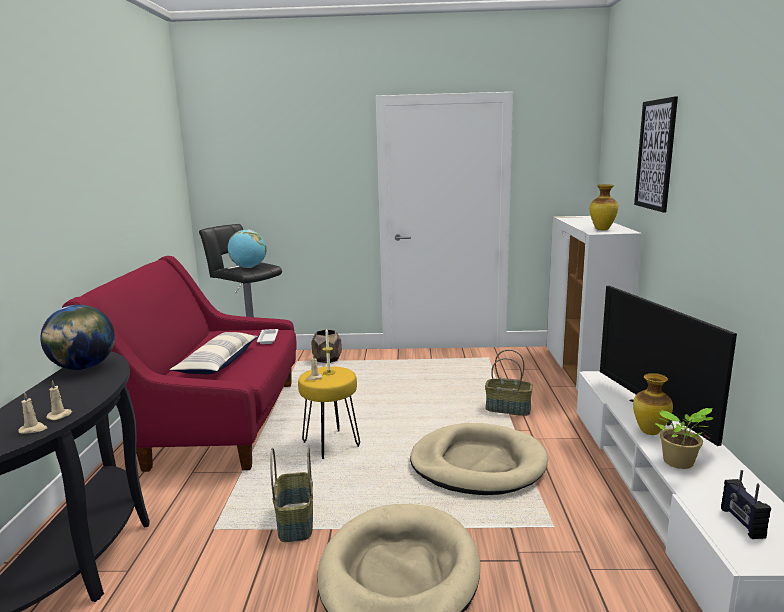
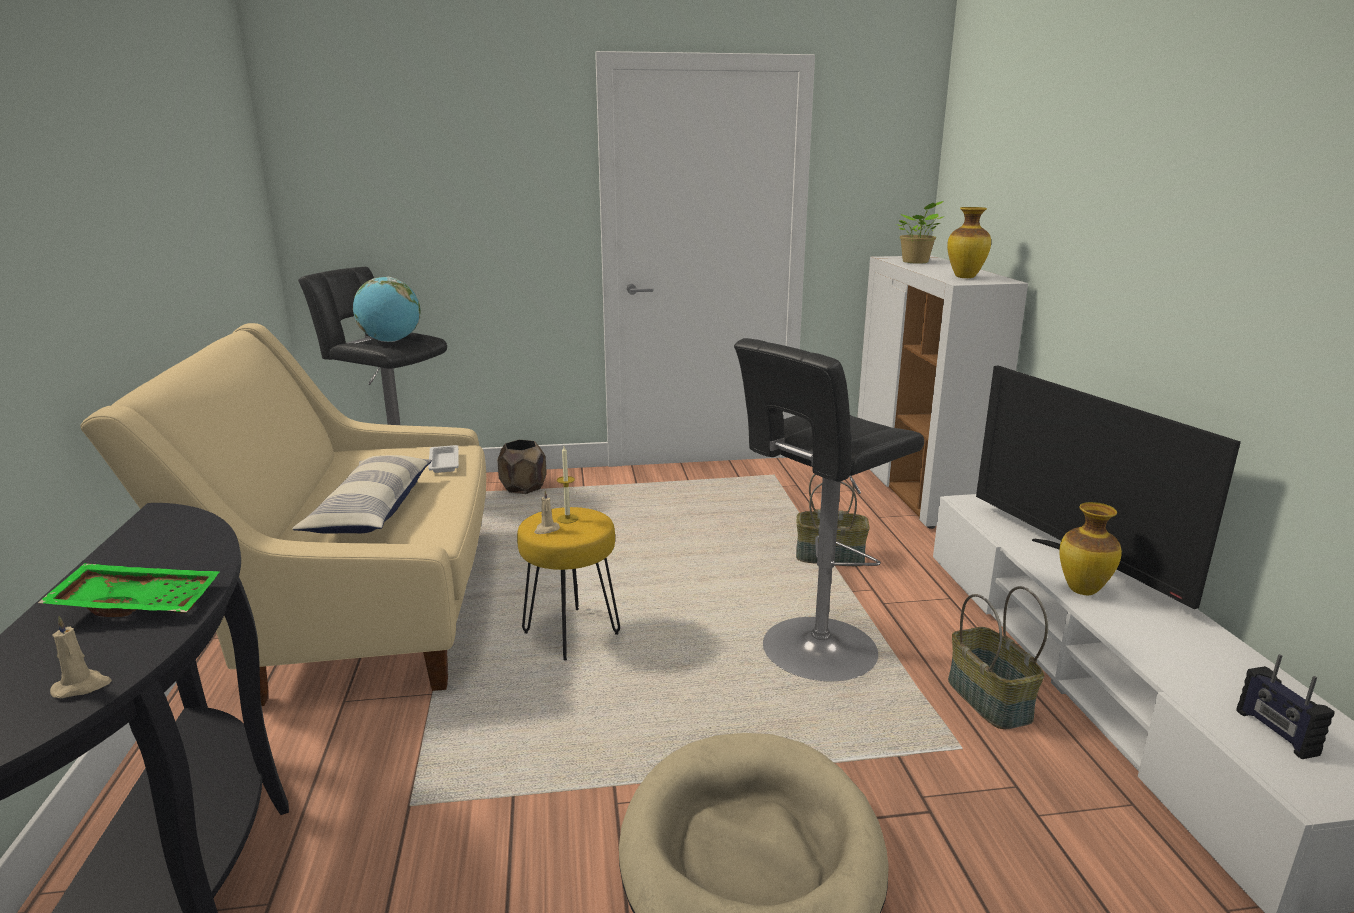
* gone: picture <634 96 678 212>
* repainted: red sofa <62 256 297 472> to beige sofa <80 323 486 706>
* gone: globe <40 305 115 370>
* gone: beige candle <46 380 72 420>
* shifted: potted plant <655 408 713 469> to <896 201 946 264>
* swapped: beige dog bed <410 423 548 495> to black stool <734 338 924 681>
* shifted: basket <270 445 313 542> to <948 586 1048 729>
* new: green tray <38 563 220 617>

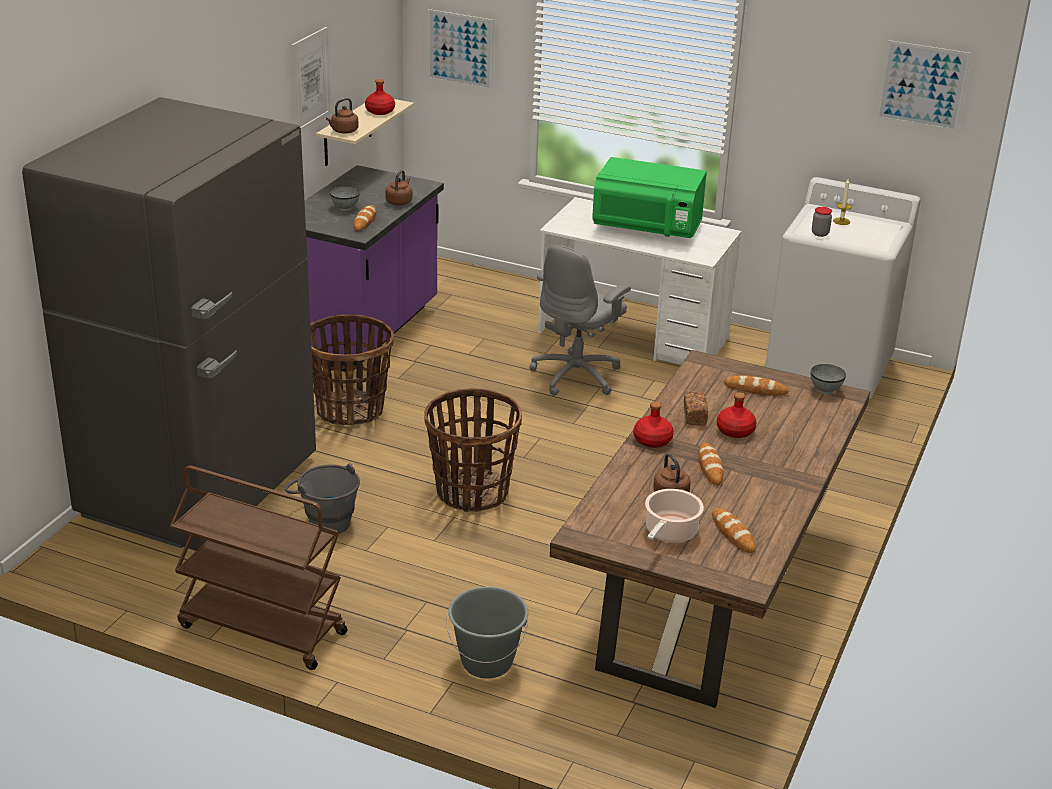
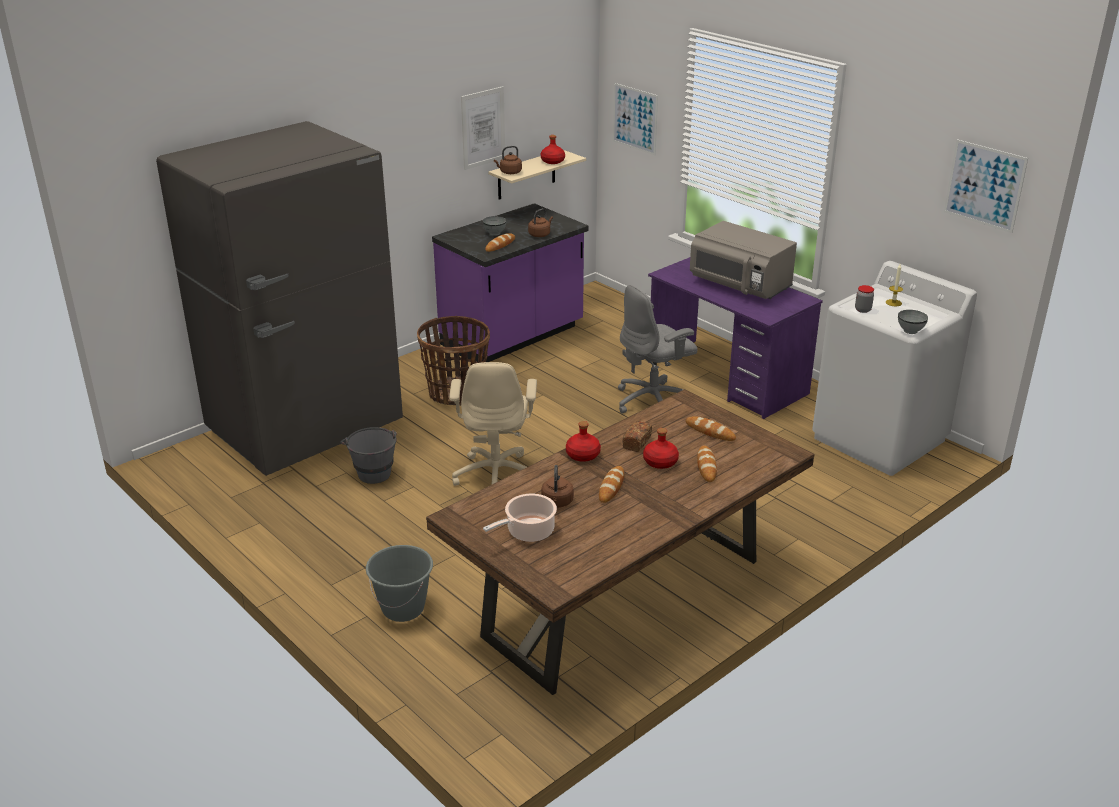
* repainted: green microwave <592 157 707 238> to grey microwave <690 221 797 299>
* repainted: white desk <538 197 742 365> to purple desk <648 257 823 419>
* shifted: grey bowl <811 364 846 394> to <898 310 928 334>
* swapped: basket <424 388 522 512> to beige office chair <449 362 537 486>
* gone: brown cart <170 465 348 670>
* shifted: bread <712 508 756 553> to <697 445 717 482>

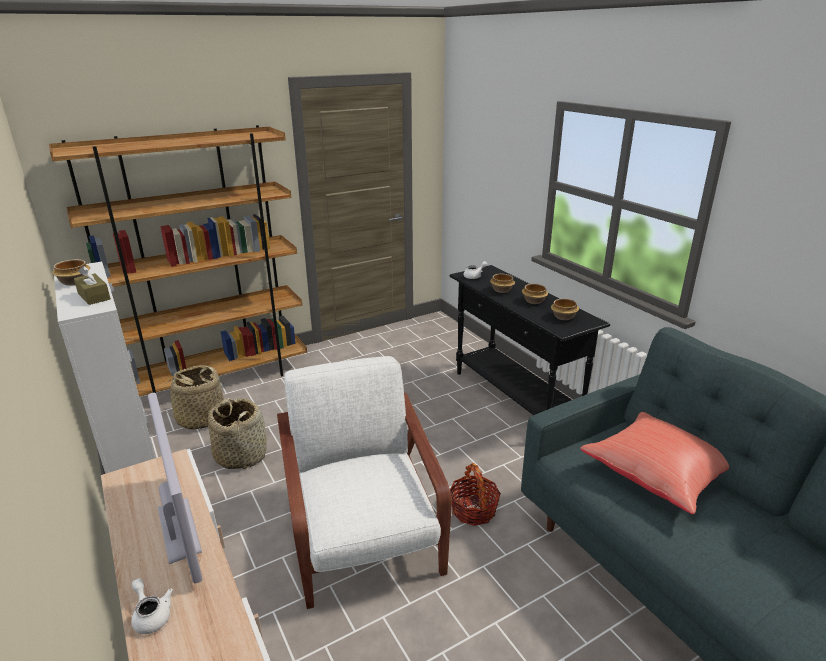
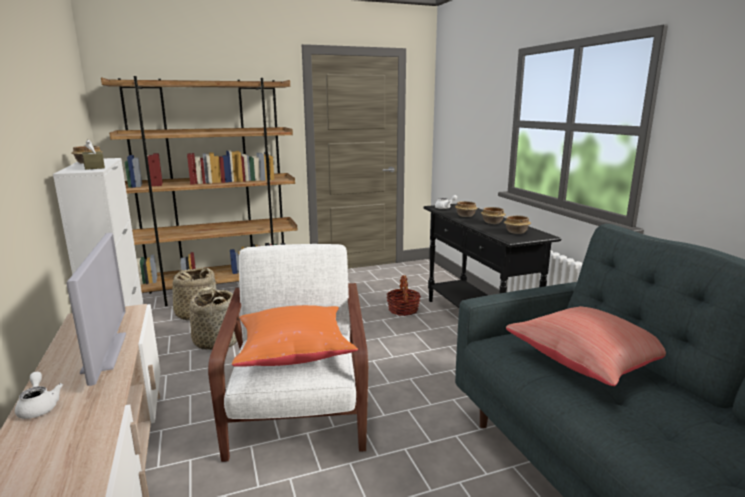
* shifted: basket <450 463 501 526> to <386 275 421 316>
* new: orange pillow <232 305 358 367>

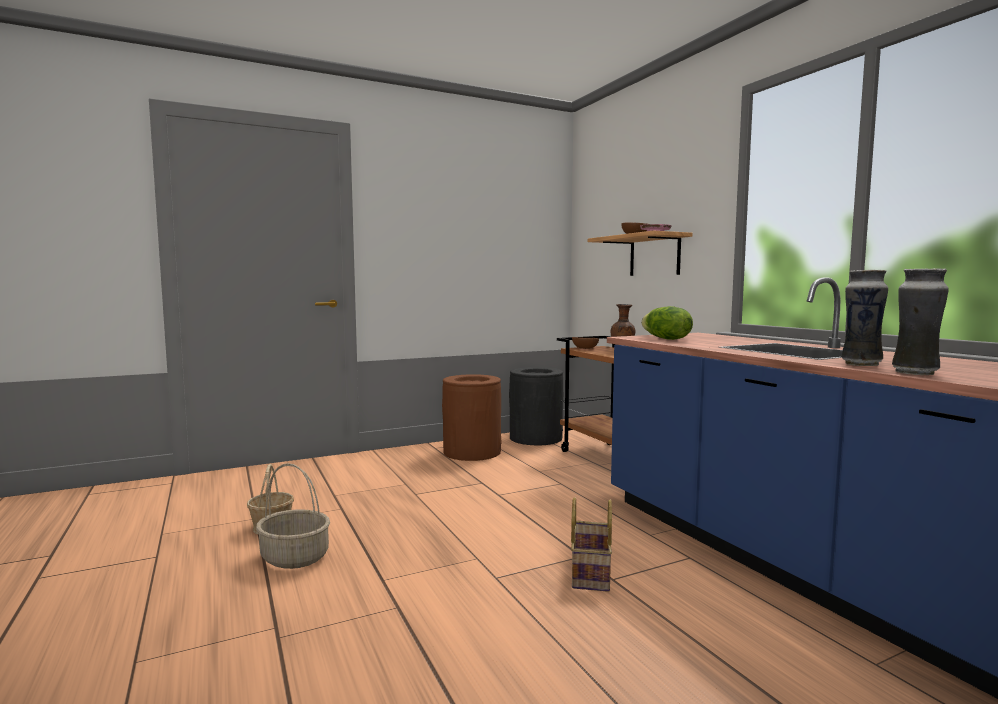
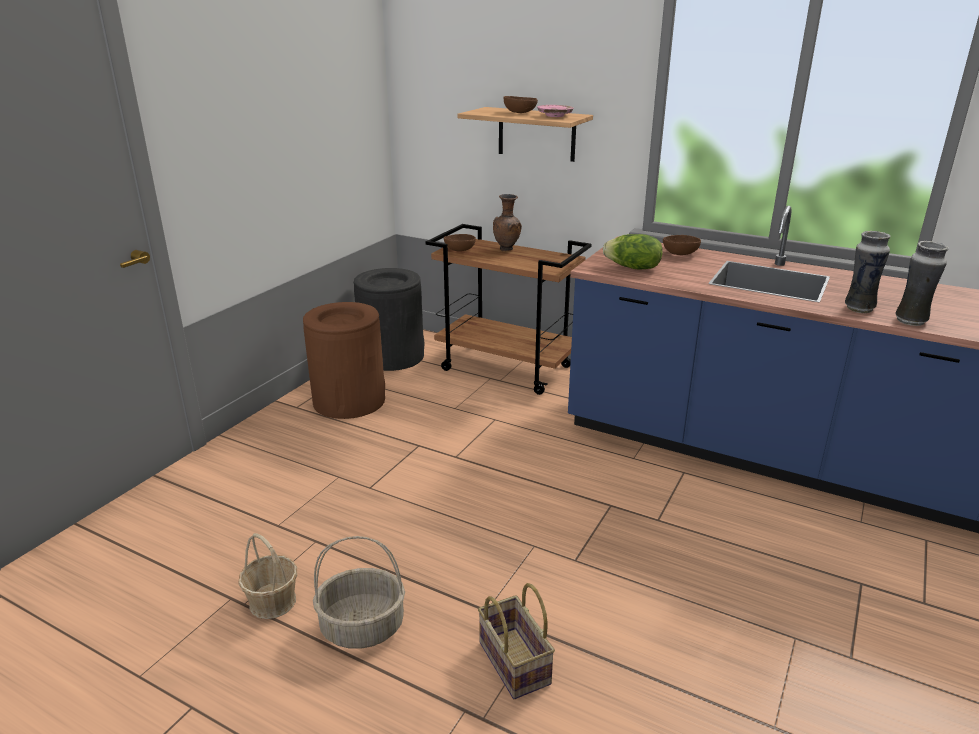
* shifted: basket <571 497 612 592> to <478 583 555 699>
* new: brown bowl <663 235 701 255>

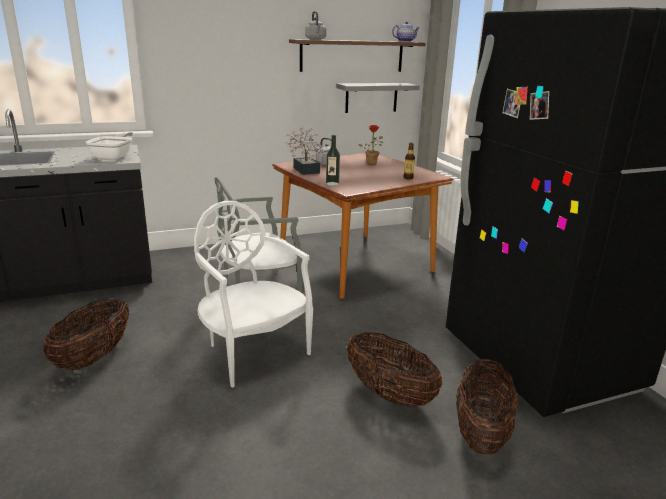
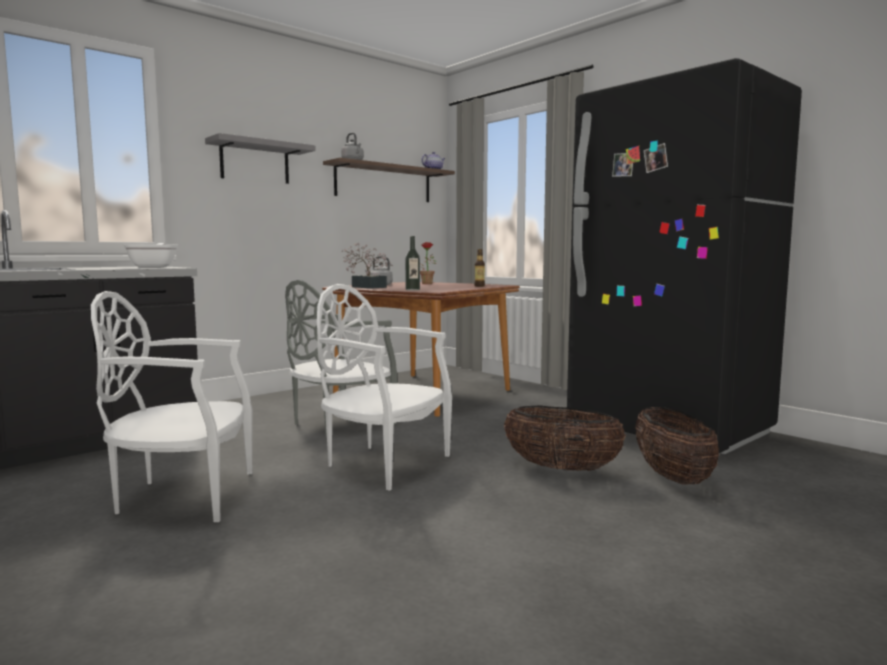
* shifted: grey shelf <336 83 420 113> to <205 133 316 184>
* swapped: basket <43 298 129 370> to white chair <91 291 253 522>

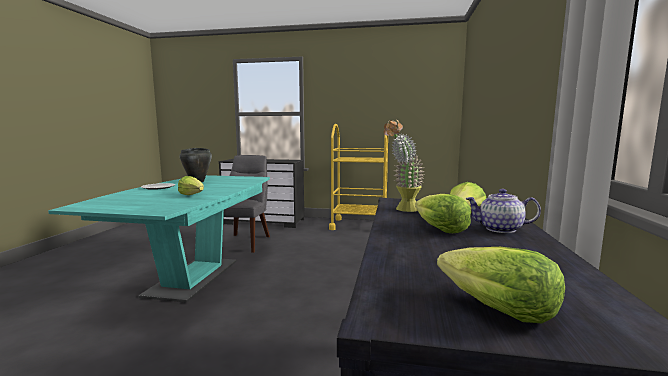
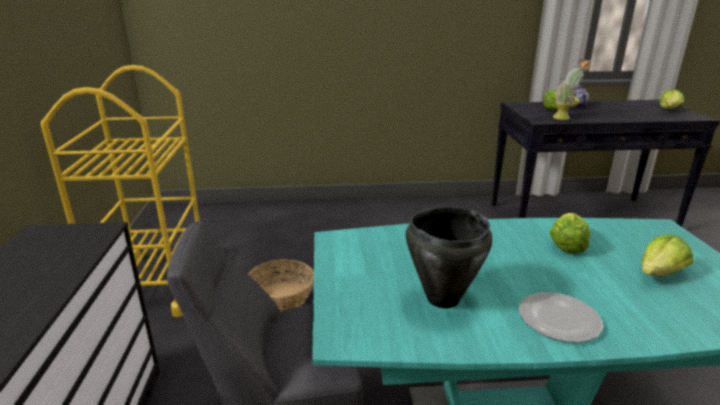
* shifted: lettuce <415 194 471 233> to <641 235 693 276>
* new: basket <248 259 314 312>

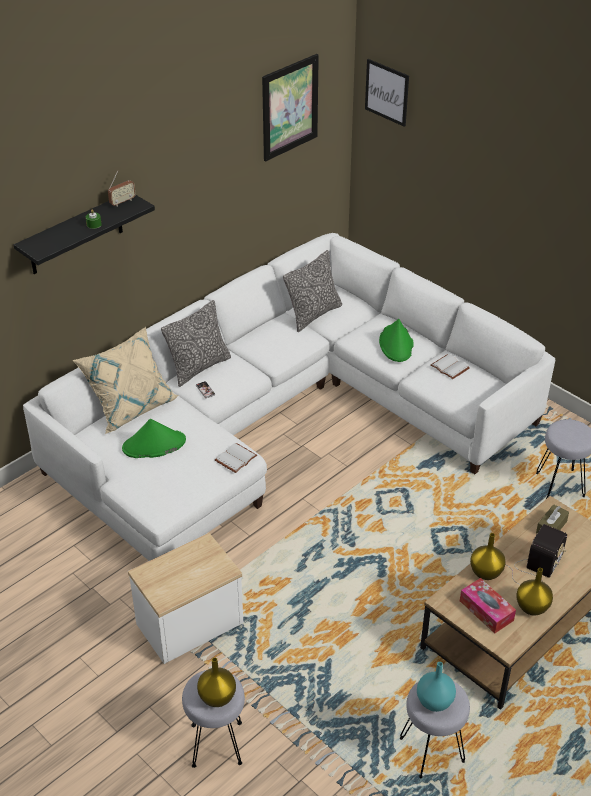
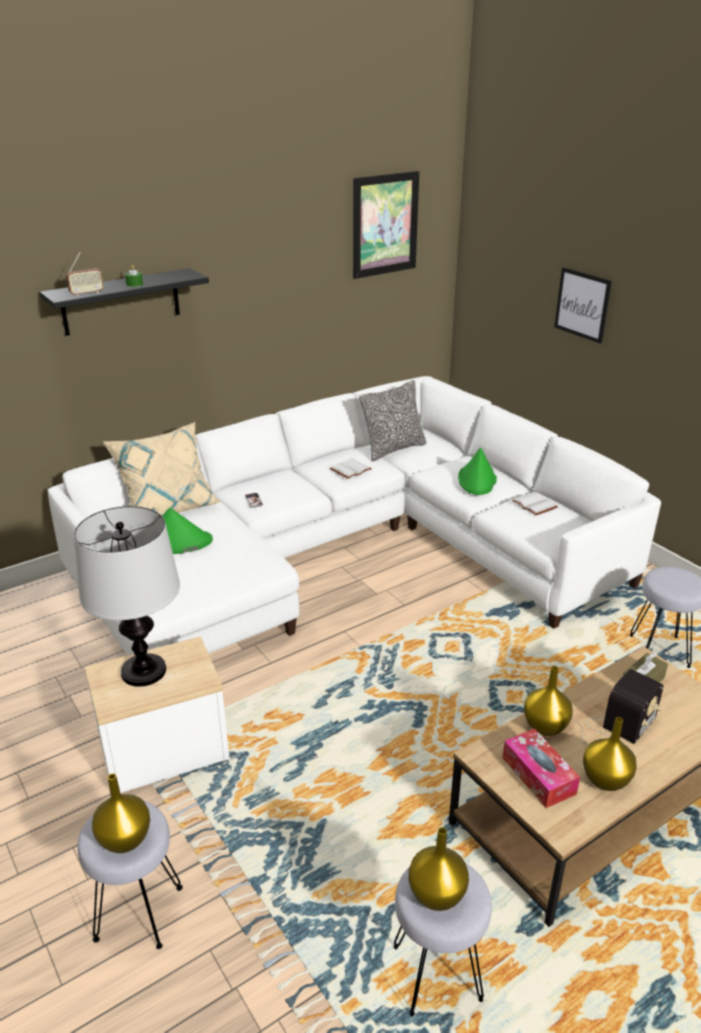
* shifted: picture <365 59 409 127> to <554 267 612 344>
* shifted: radio <108 170 136 207> to <66 252 104 297>
* gone: pillow <161 300 231 387>
* shifted: white book <215 443 257 473> to <330 458 372 479>
* repainted: turquoise vase <417 662 456 712> to yellow vase <409 827 469 911>
* new: table lamp <74 506 180 687>

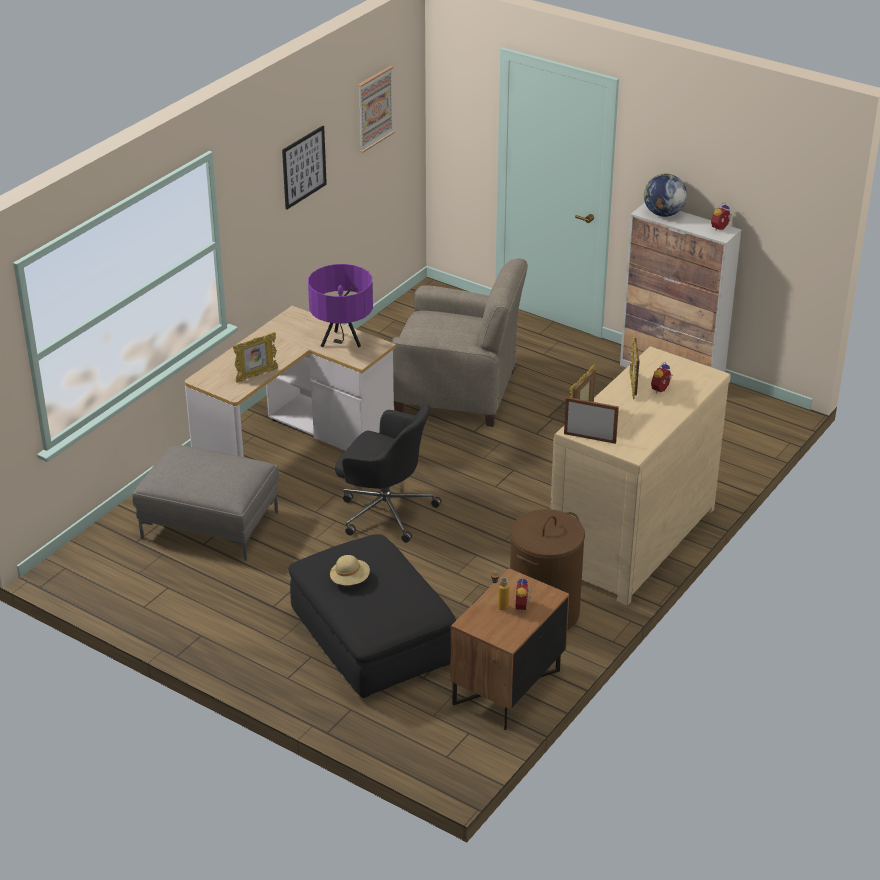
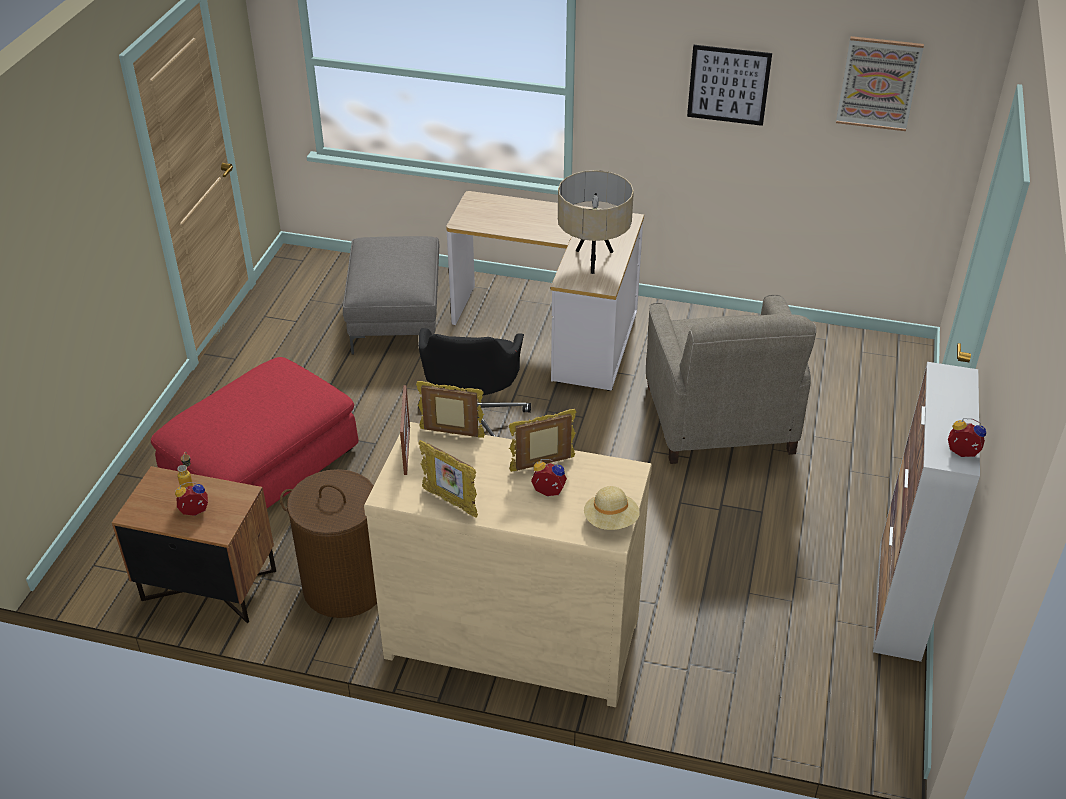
* gone: globe <644 174 687 217>
* repainted: purple table lamp <308 264 373 347> to beige table lamp <558 170 634 274>
* shifted: picture frame <233 332 278 383> to <419 440 478 518>
* repainted: black ottoman <288 534 456 698> to red ottoman <151 357 358 508>
* shifted: beige hat <330 555 370 585> to <584 486 640 530>

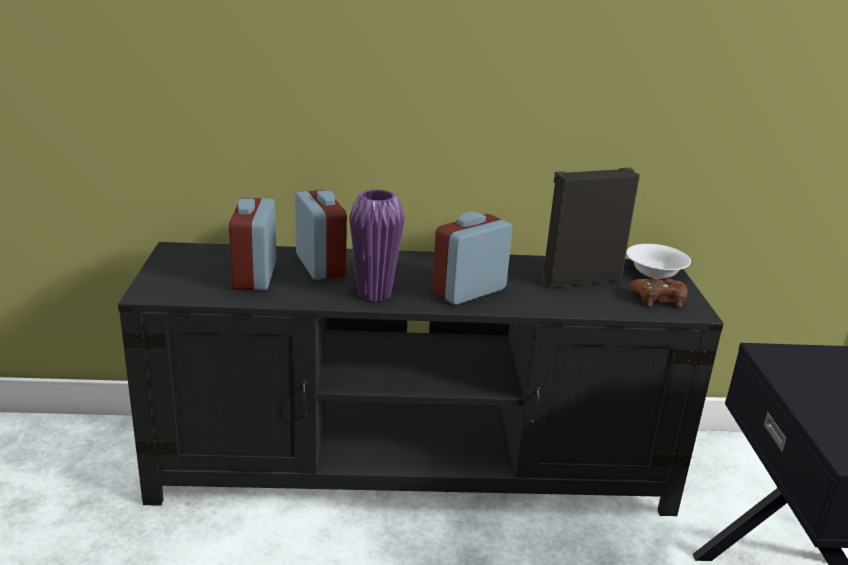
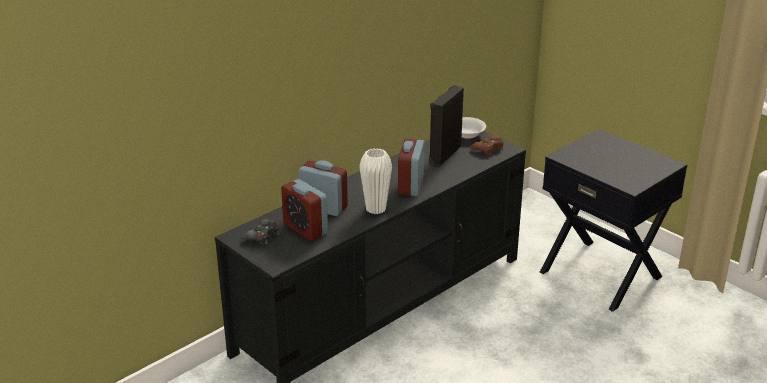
* repainted: purple vase <349 189 405 302> to white vase <360 148 392 214>
* new: black game controller <242 219 279 244>

